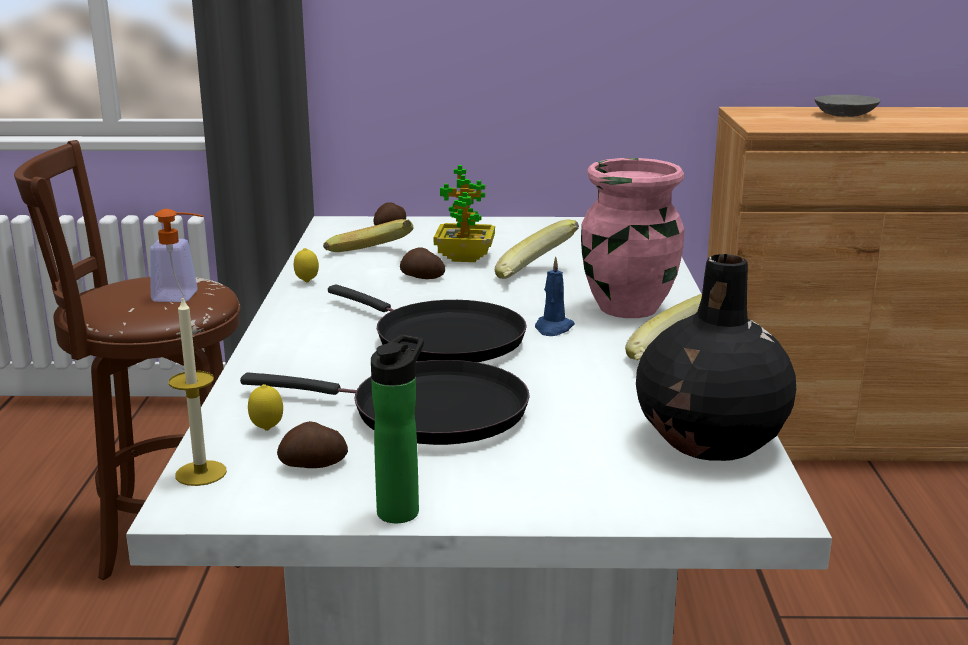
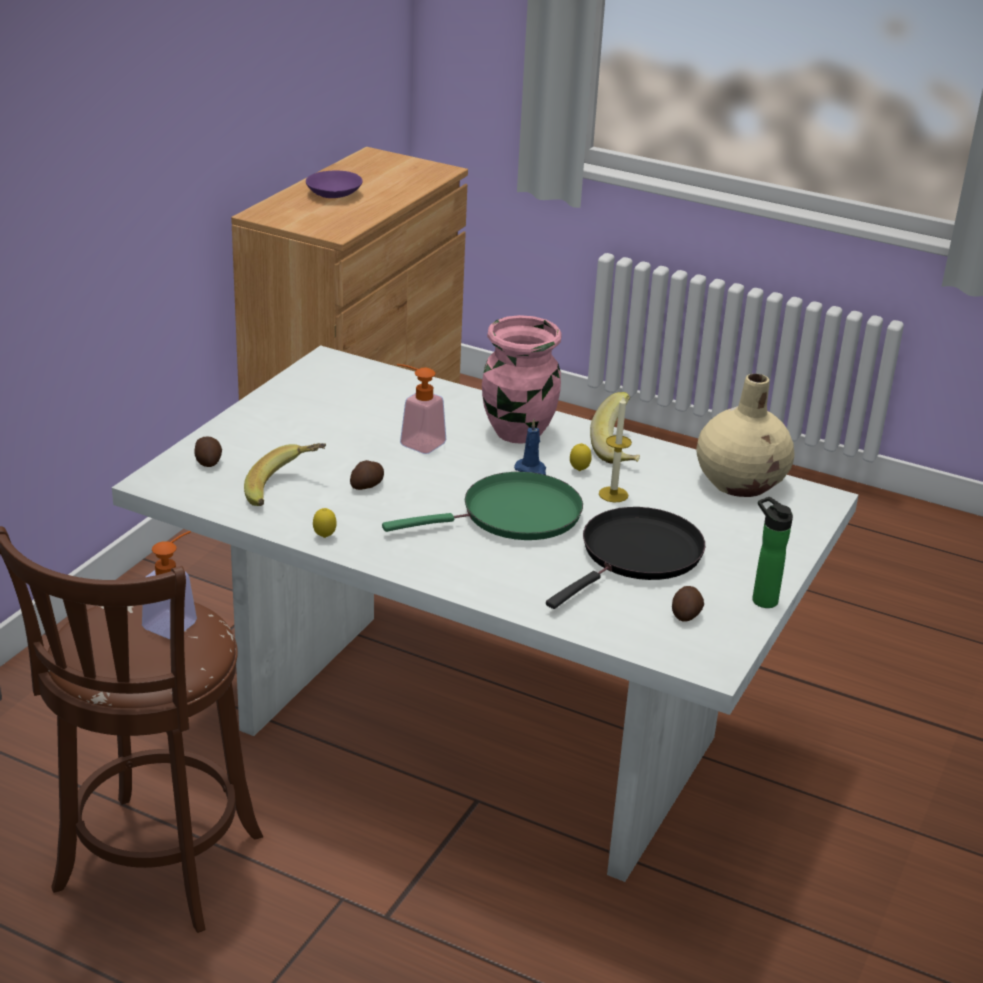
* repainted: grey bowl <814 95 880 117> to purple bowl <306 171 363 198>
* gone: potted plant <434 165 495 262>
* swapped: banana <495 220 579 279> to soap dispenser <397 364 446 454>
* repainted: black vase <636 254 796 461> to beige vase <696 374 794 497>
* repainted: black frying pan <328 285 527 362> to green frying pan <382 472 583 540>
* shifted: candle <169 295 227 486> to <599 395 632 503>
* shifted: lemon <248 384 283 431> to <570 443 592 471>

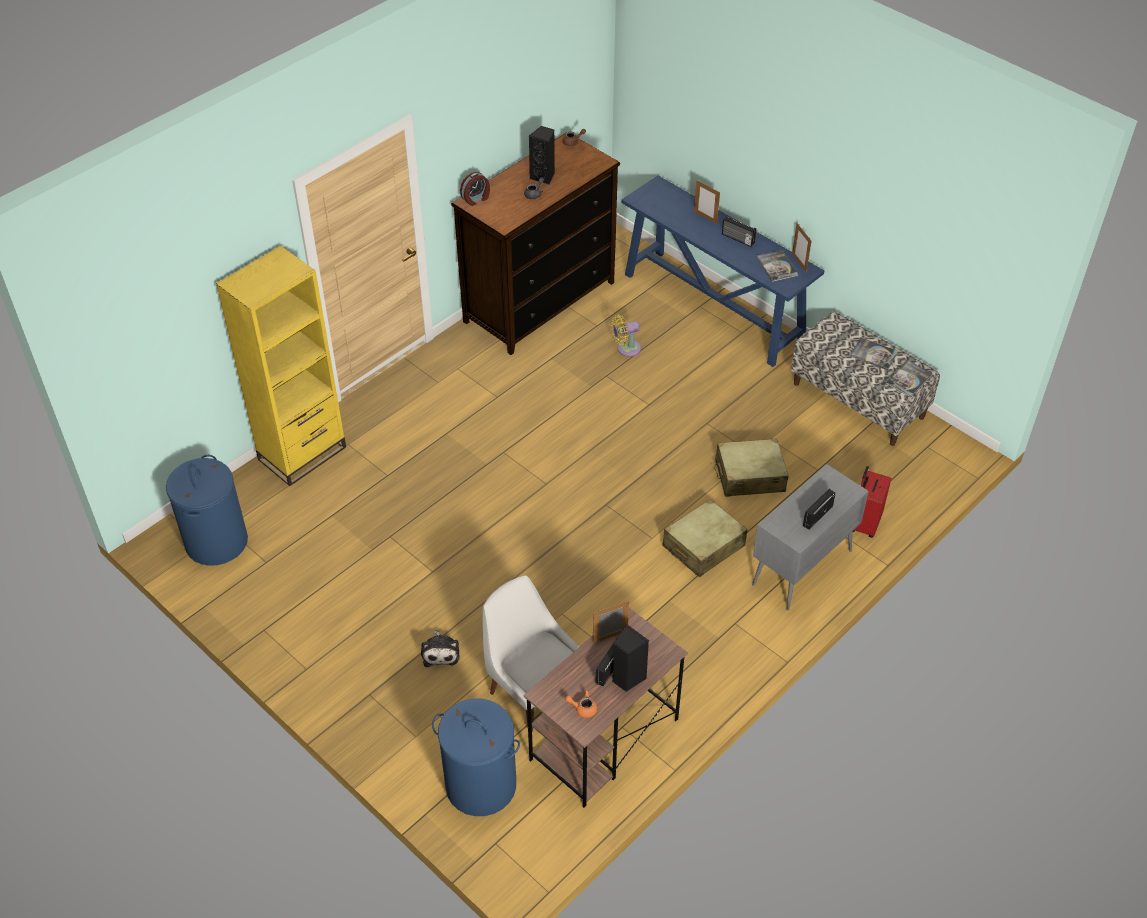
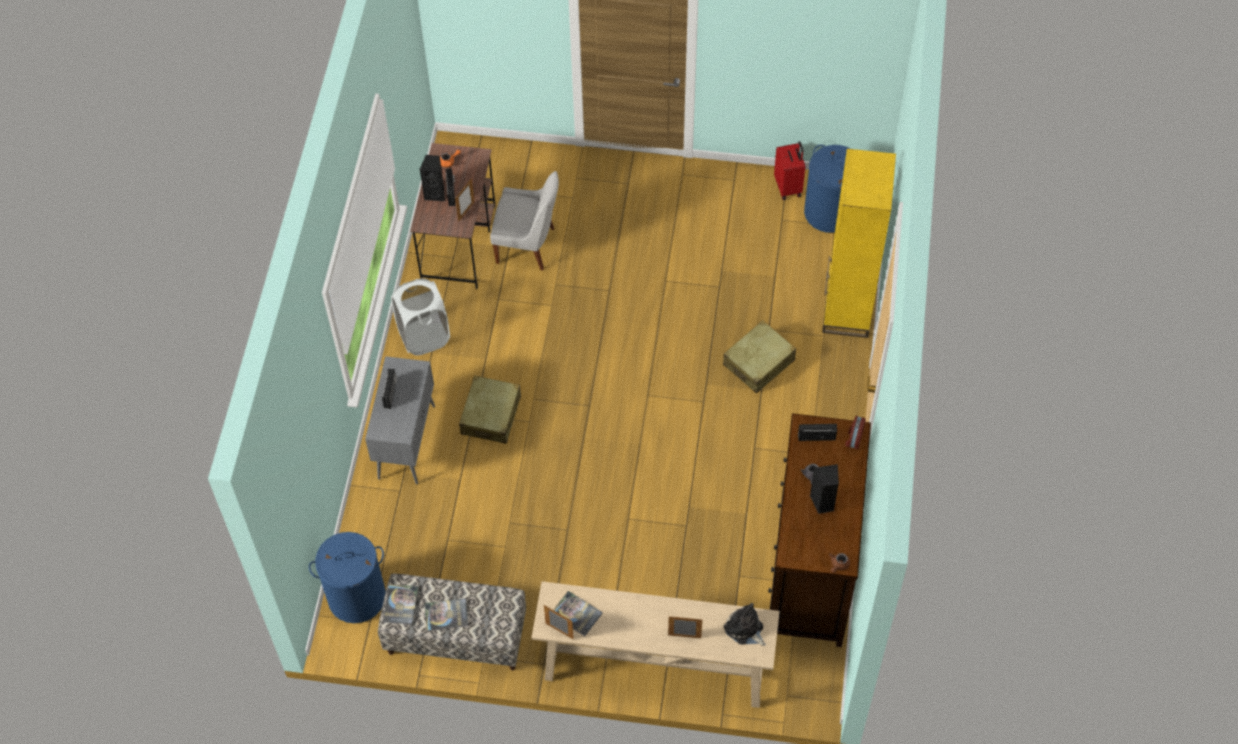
* repainted: blue console table <621 176 824 367> to beige console table <532 581 780 708>
* shifted: radio <722 216 756 247> to <798 424 837 441>
* gone: yellow fan <611 315 641 357>
* shifted: beige suitcase <714 438 789 497> to <723 320 796 393>
* shifted: red suitcase <853 466 891 538> to <774 141 805 200>
* shifted: plush toy <421 630 460 667> to <724 603 766 646>
* shifted: blue laundry basket <432 699 520 816> to <309 532 386 623>
* new: white laundry basket <391 278 450 356>

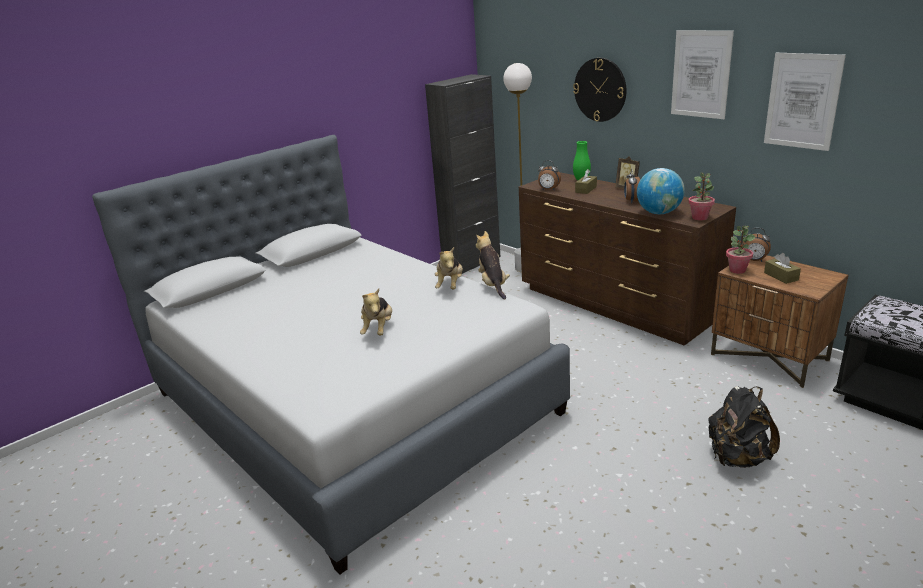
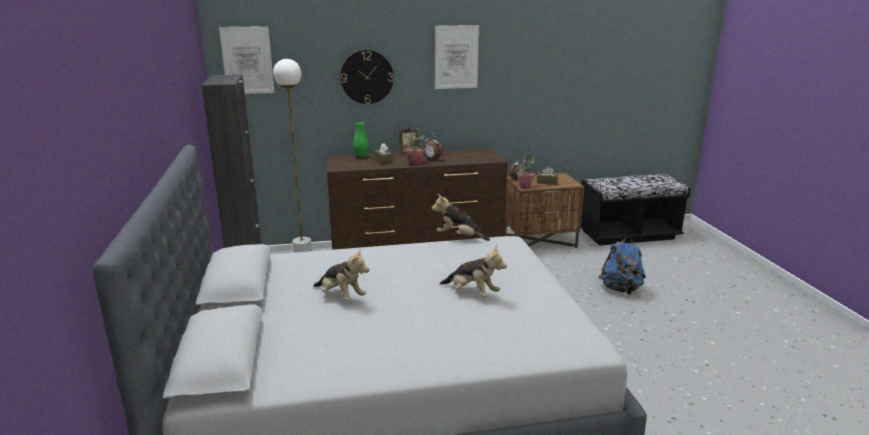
* shifted: picture <764 53 846 151> to <219 26 275 94>
* gone: alarm clock <538 160 561 191>
* gone: globe <637 168 685 214>
* shifted: potted plant <688 173 715 221> to <406 128 425 165>
* shifted: plush toy <435 247 463 290> to <313 250 370 301>
* repainted: black backpack <708 386 780 468> to blue backpack <599 237 646 294>

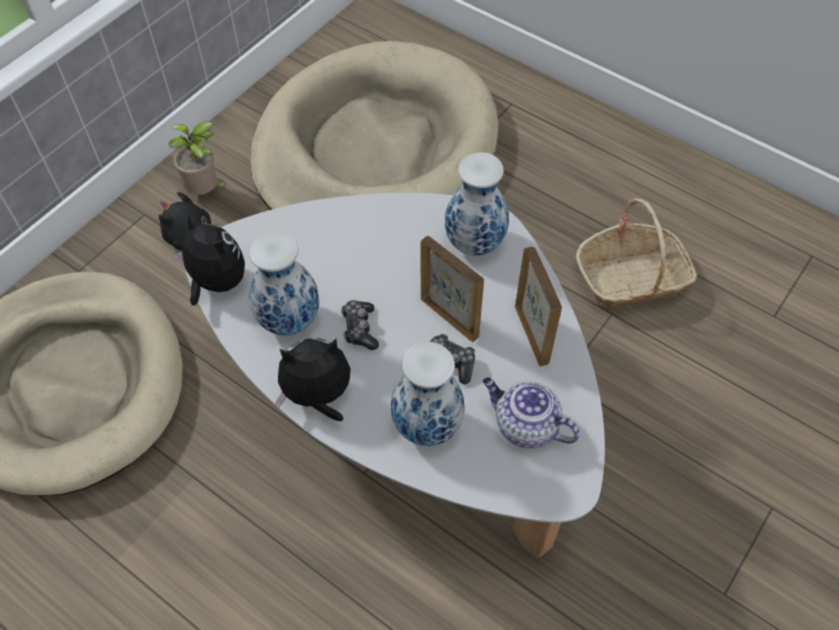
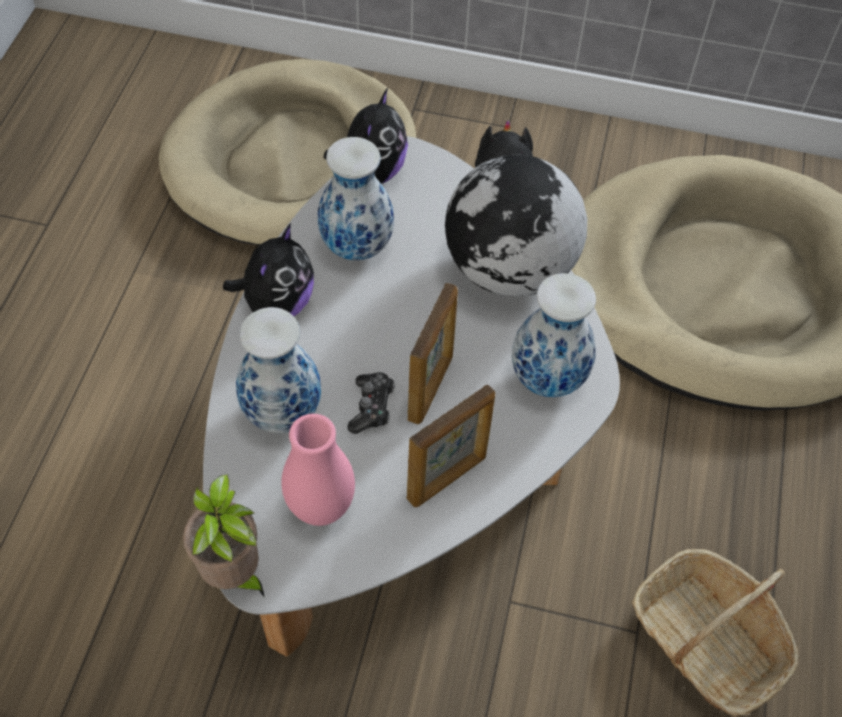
* shifted: potted plant <169 121 224 195> to <183 474 264 597>
* gone: game controller <341 300 379 350>
* rotated: plush toy <275 338 351 421> = <223 223 314 316> 60 degrees clockwise
* swapped: teapot <483 377 580 448> to pink vase <281 414 355 526>
* new: globe <445 155 587 297>

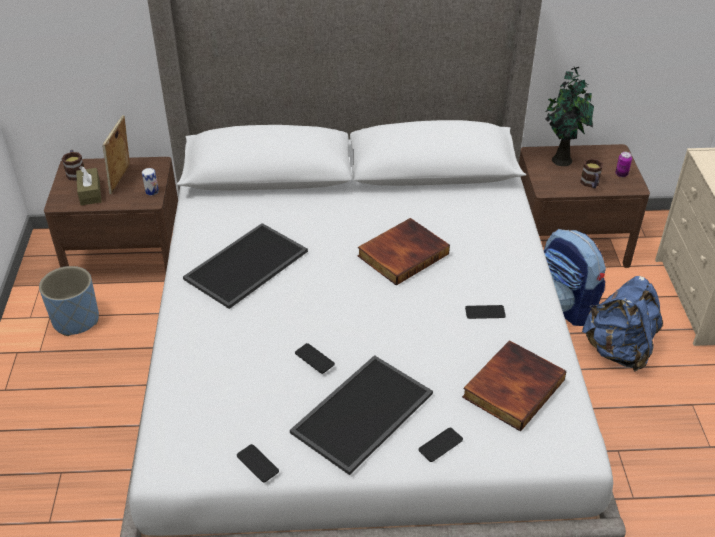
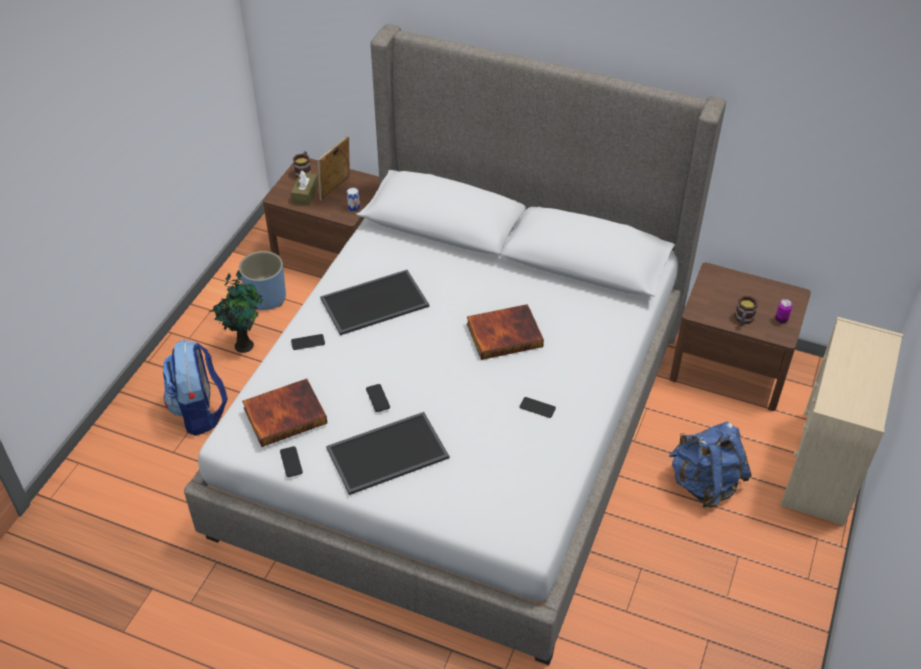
* shifted: potted plant <546 67 594 166> to <209 270 263 353>
* shifted: backpack <544 229 606 326> to <163 340 228 436>
* shifted: book <462 340 566 431> to <242 379 327 447>
* shifted: phone <419 427 463 462> to <291 334 325 350>

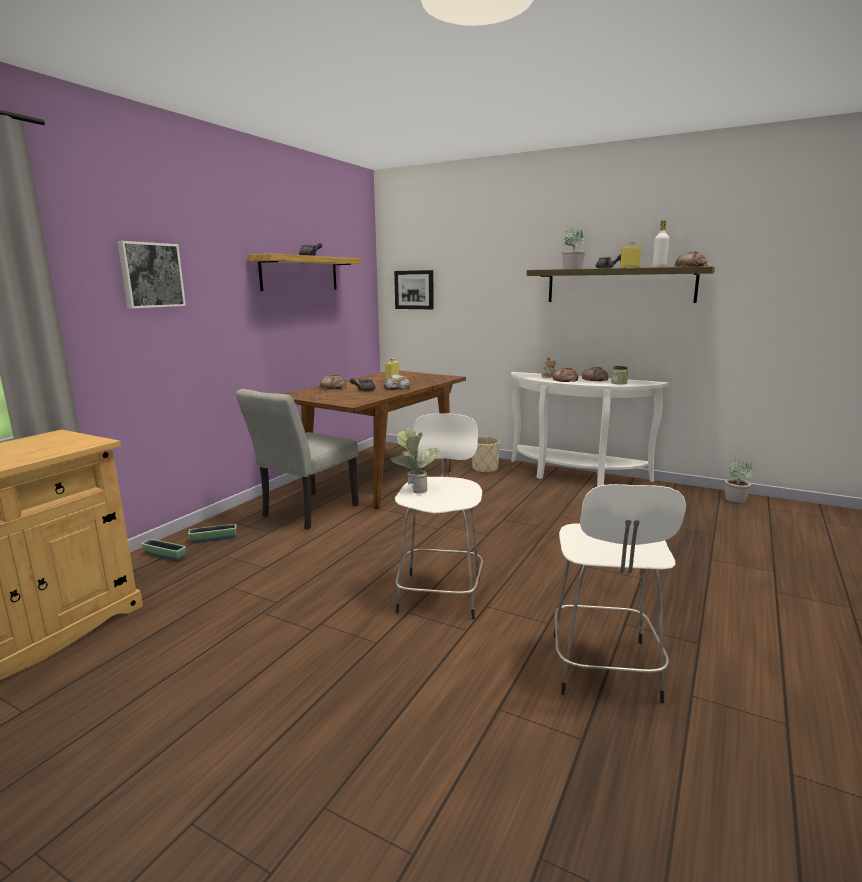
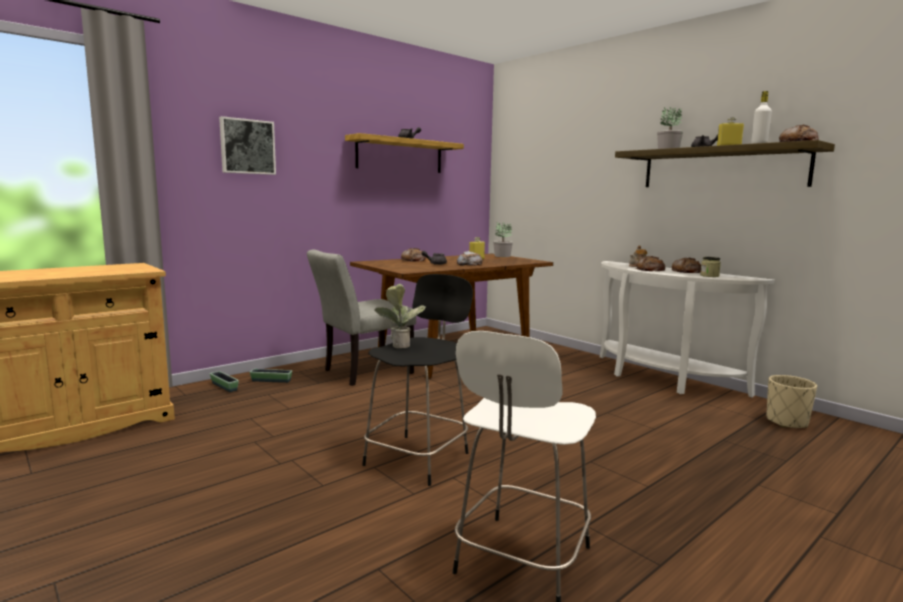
* gone: picture <394 270 434 309>
* repainted: white stool <395 413 483 619> to black stool <362 274 473 486>
* shifted: beige planter <472 437 500 473> to <766 375 817 428>
* shifted: potted plant <725 460 752 503> to <493 222 513 257>

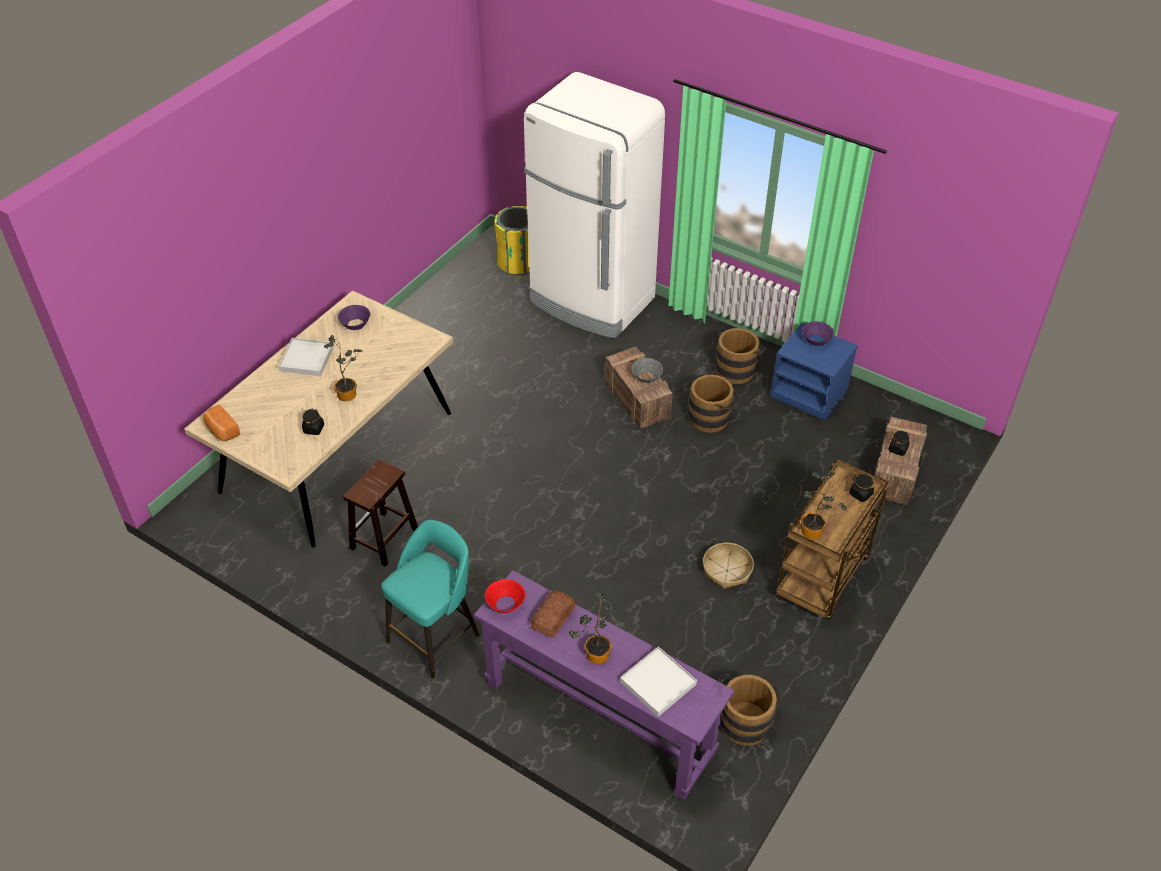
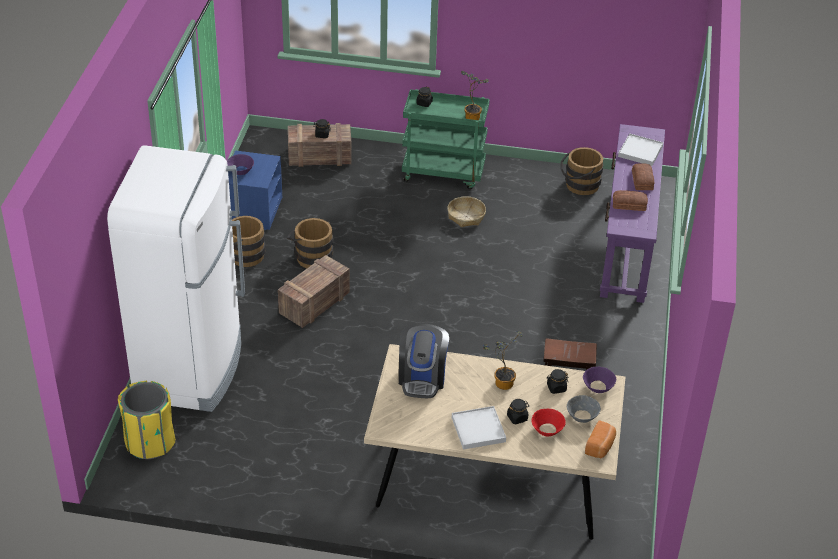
* shifted: purple bowl <338 305 371 330> to <583 367 616 393>
* shifted: grey bowl <632 358 663 383> to <567 395 601 423>
* repainted: brown cart <776 459 889 620> to green cart <402 89 490 190>
* gone: turquoise stool <381 520 480 678>
* shifted: red bowl <485 579 525 613> to <531 409 566 437>
* swapped: potted plant <569 592 615 664> to bread <632 163 654 190>
* new: coffee machine <399 324 449 398>
* new: black jar <507 399 530 425>

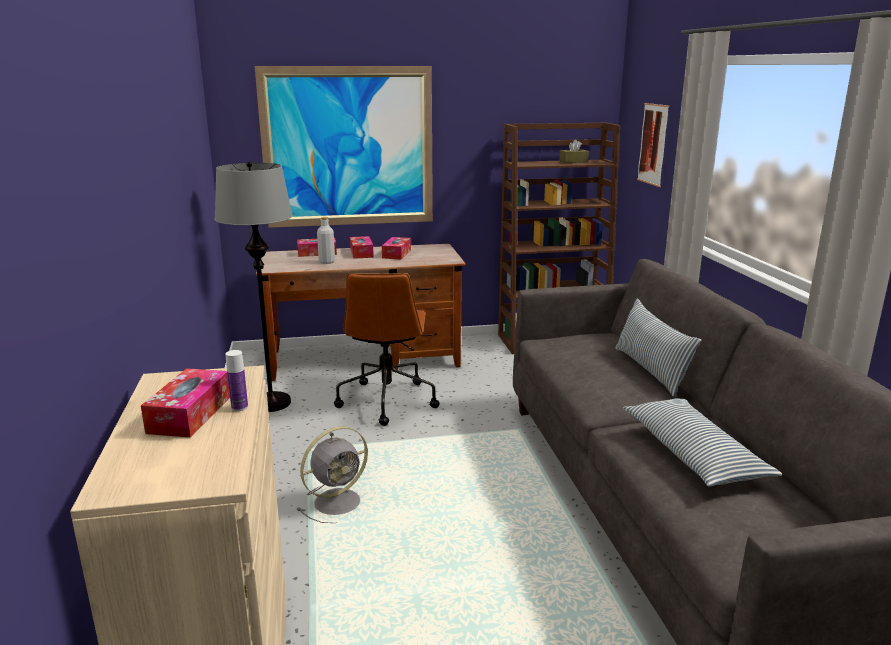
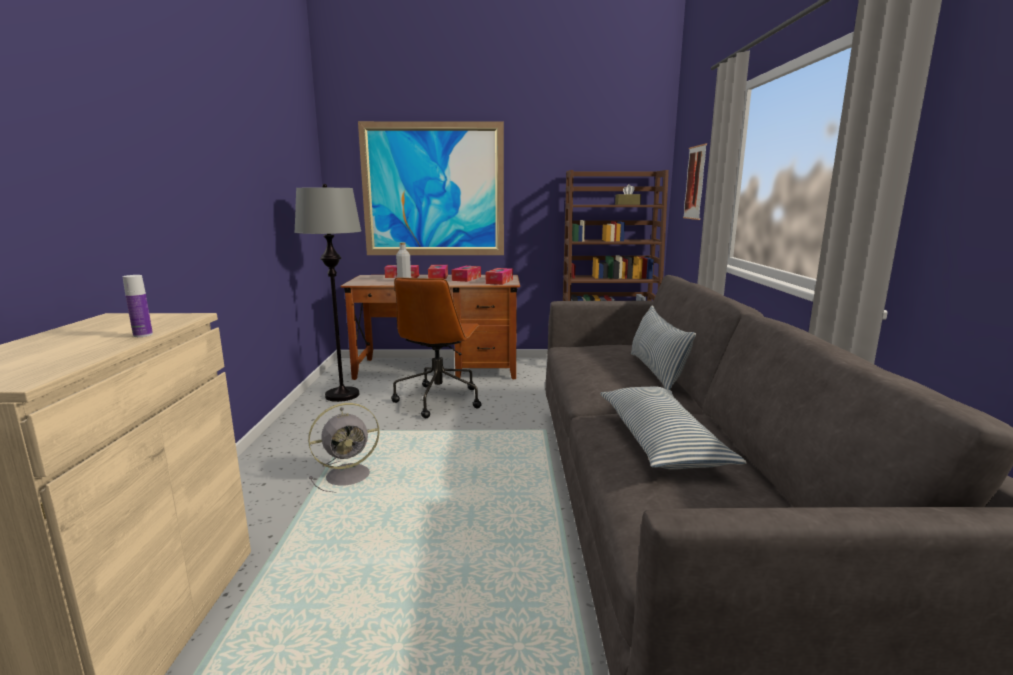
* shifted: tissue box <141 368 230 438> to <486 268 513 285>

